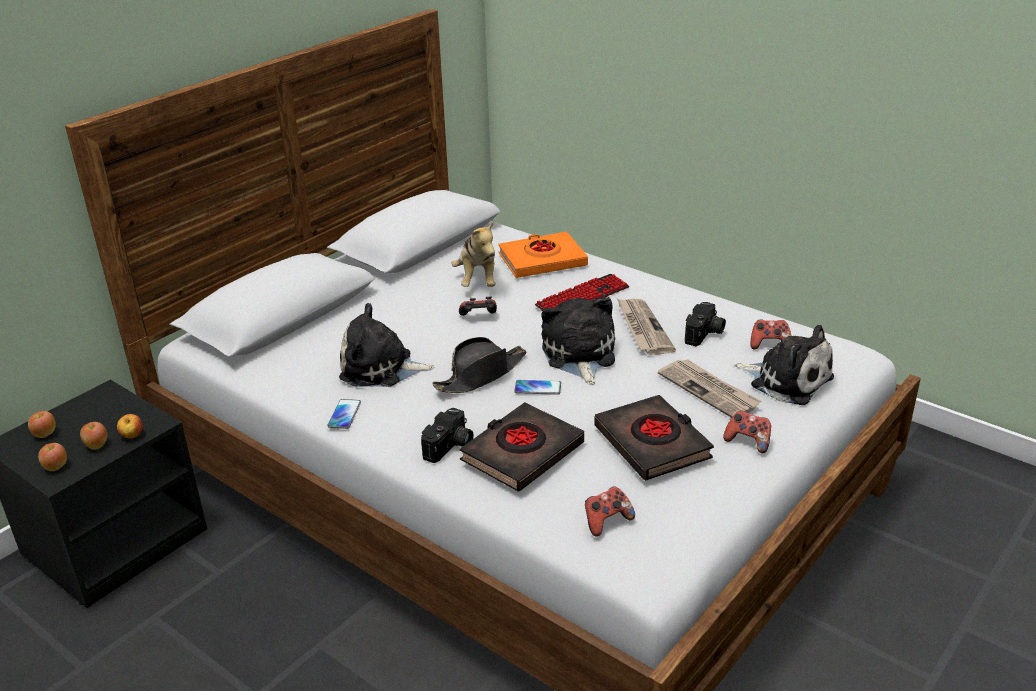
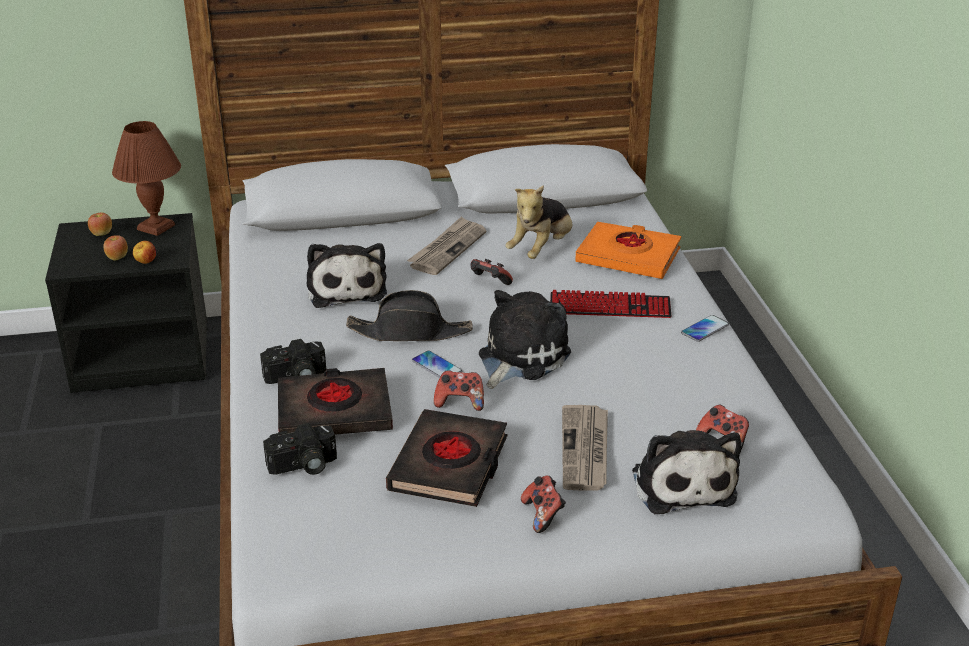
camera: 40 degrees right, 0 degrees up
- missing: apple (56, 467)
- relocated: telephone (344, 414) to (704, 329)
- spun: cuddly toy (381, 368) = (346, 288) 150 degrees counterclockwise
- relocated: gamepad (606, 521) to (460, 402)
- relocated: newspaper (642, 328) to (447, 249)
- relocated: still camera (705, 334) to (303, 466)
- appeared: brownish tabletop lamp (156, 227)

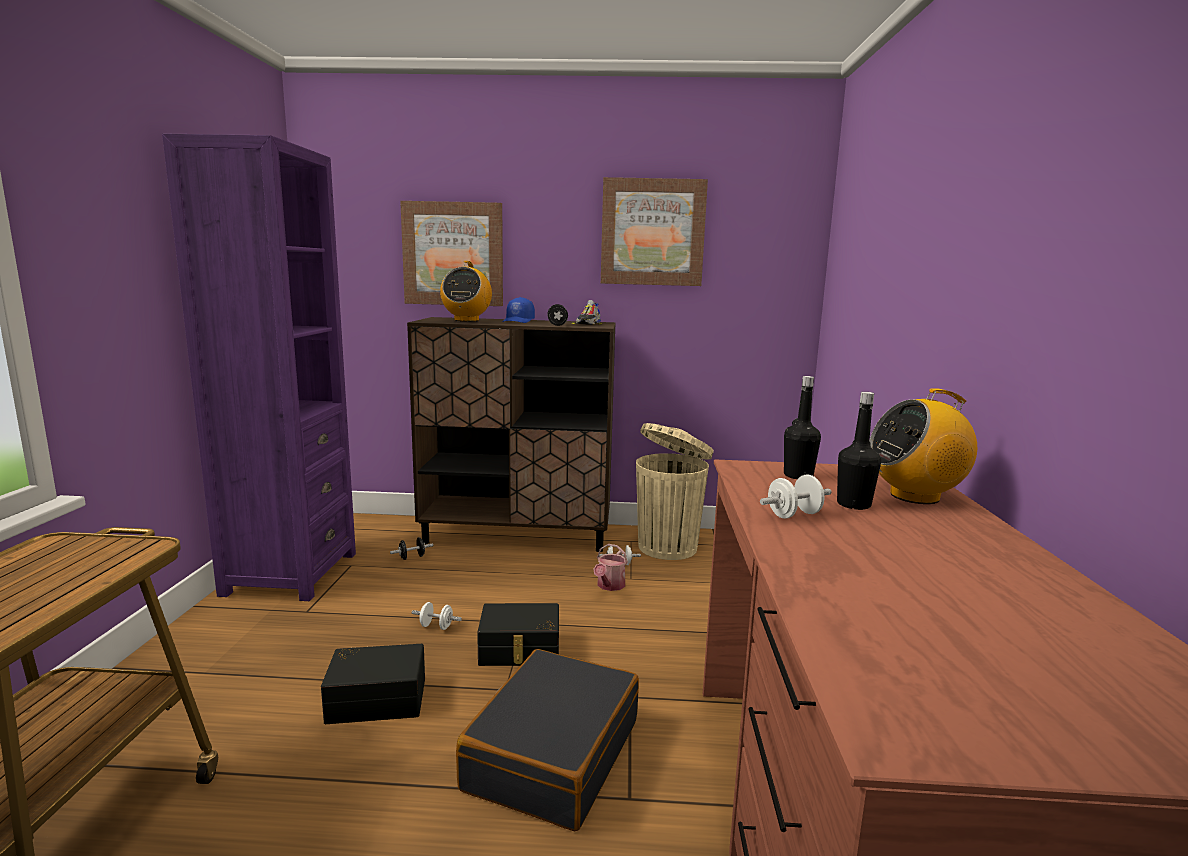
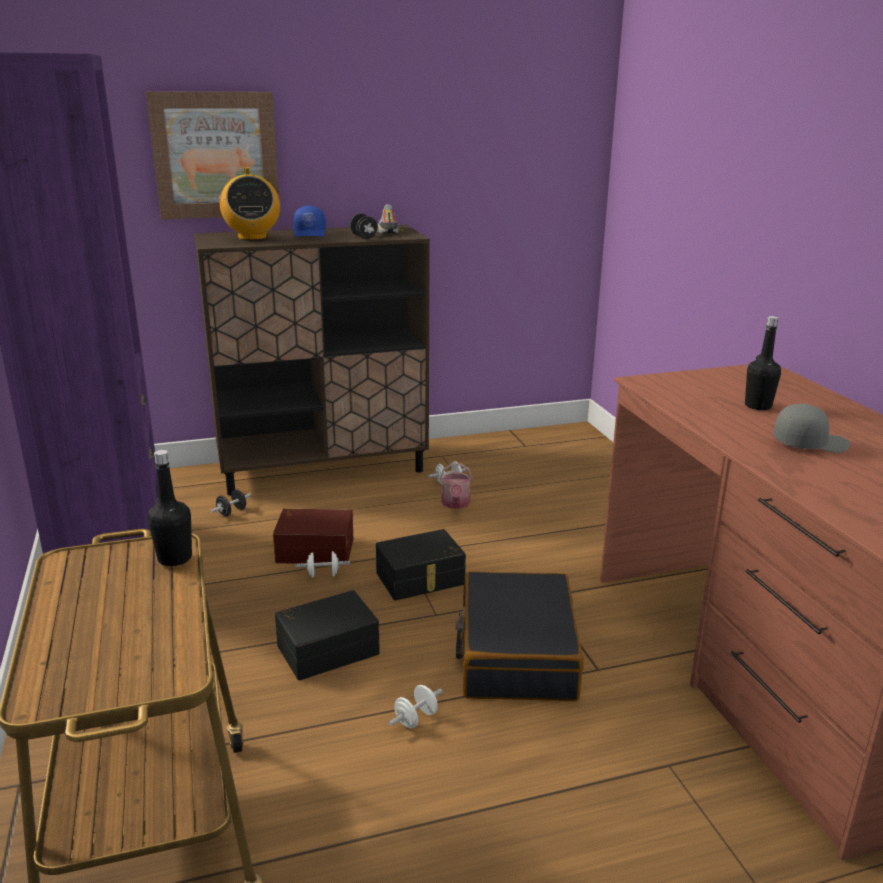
camera: 20 degrees left, 10 degrees up
- missing: wall art (652, 232)
- missing: beige waste bin (669, 547)
- relocated: white-coloured hand weight (794, 515) to (416, 719)
- relocated: black bottle (798, 476) to (175, 558)
- missing: radio (915, 496)
- appeared: brownish storage box (315, 549)
- appeared: gray cap (809, 443)

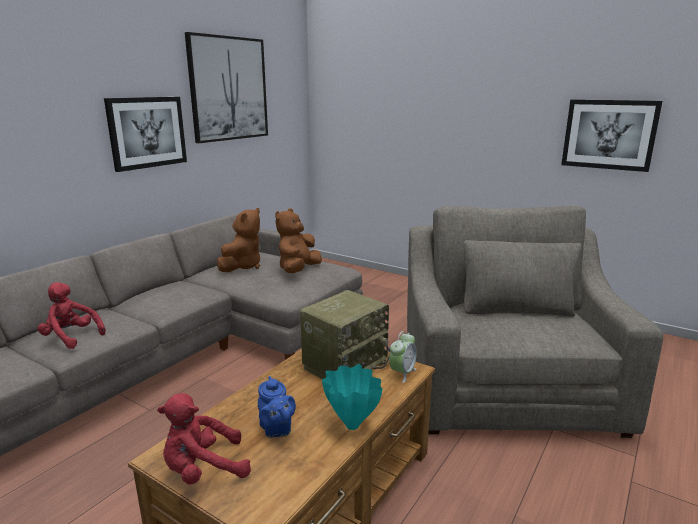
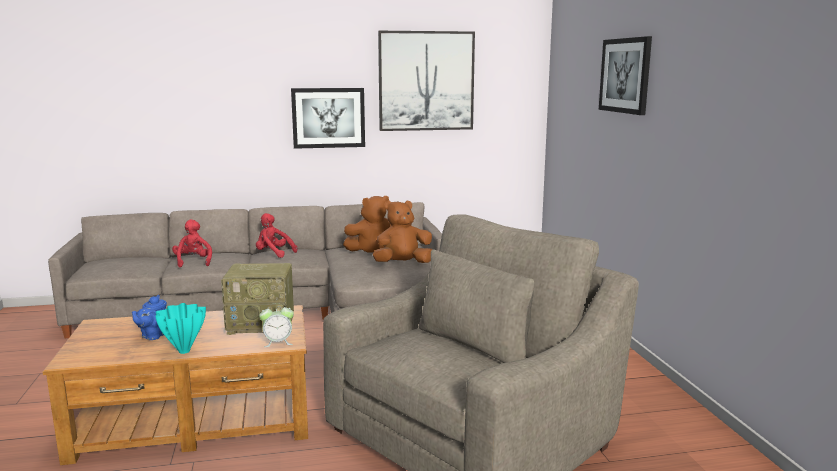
camera: 45 degrees right, 5 degrees down
- relocated: red-coloured cuddly toy (203, 470) to (273, 254)
- relocated: wall art (609, 134) to (625, 75)

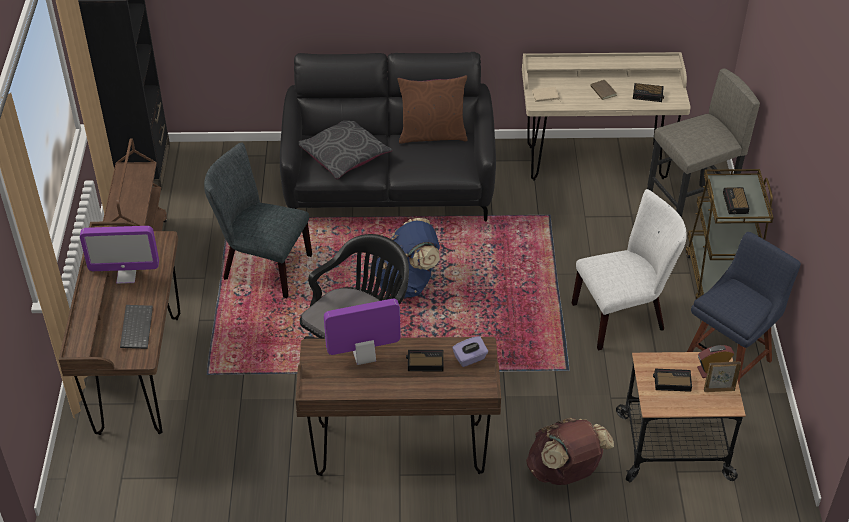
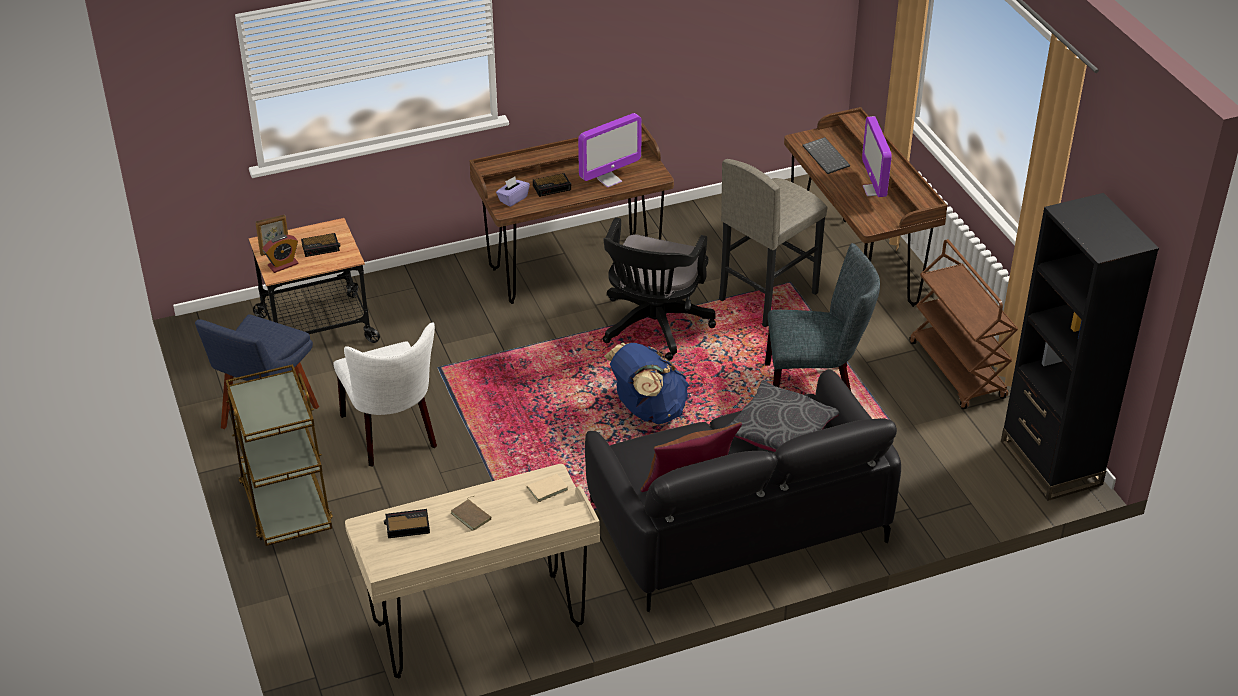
camera: 160 degrees right, 5 degrees down
- spun: computer screen (126, 276) = (874, 190) 75 degrees counterclockwise
- missing: brownish backpack (565, 472)
- spun: white-coloured plain chair (624, 316) = (392, 434) 75 degrees counterclockwise
- relocated: gray stool (689, 210) to (767, 296)
- missing: table clock (735, 203)

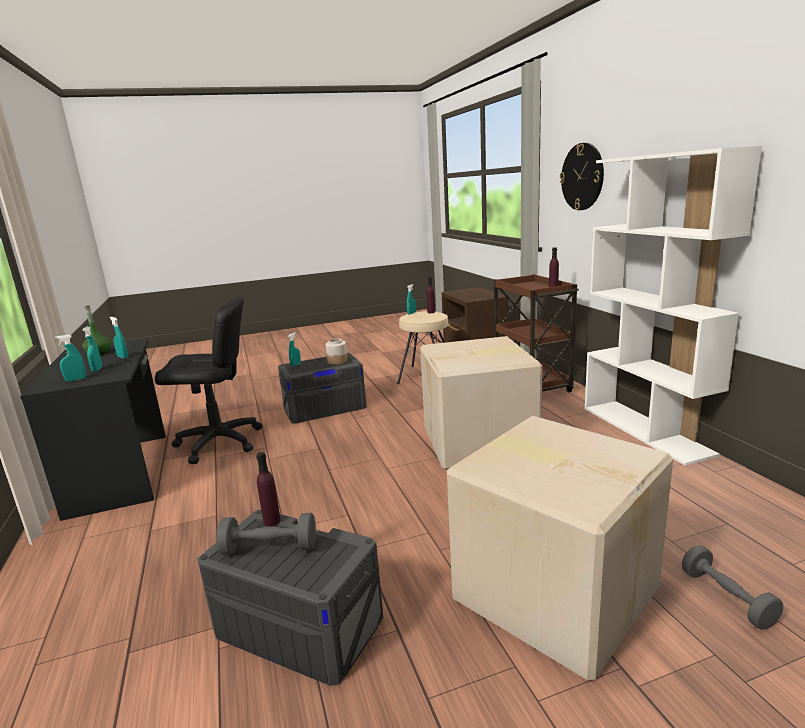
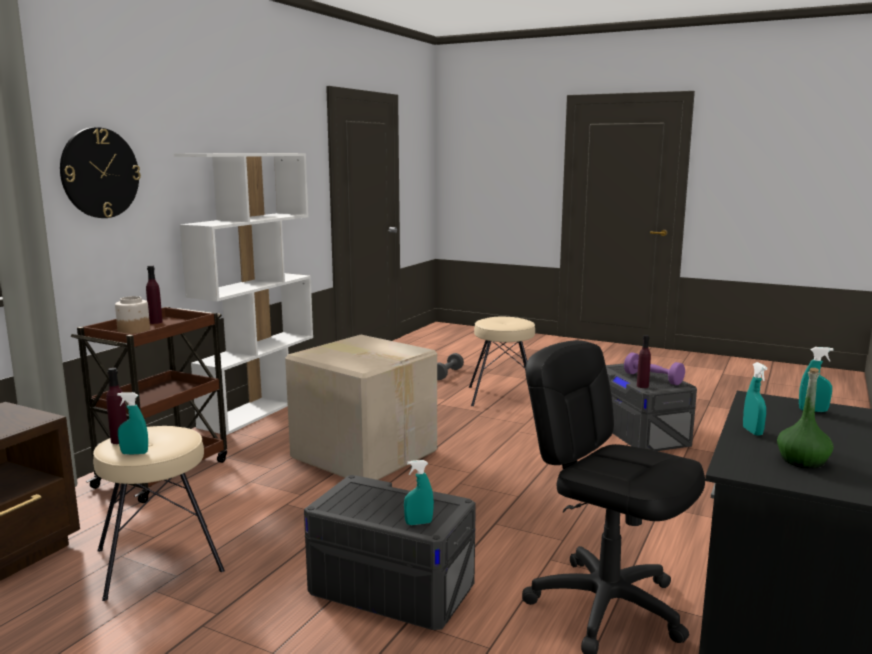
camera: 135 degrees left, 5 degrees down
- missing: turquoise-coloured hand sprayer (97, 369)
- colour: gray hand weight (269, 548) to purplish hand weight (653, 378)
- relocated: storage jar (337, 361) to (133, 330)
- exchanged: cardboard box (554, 590) to beige stool (502, 396)

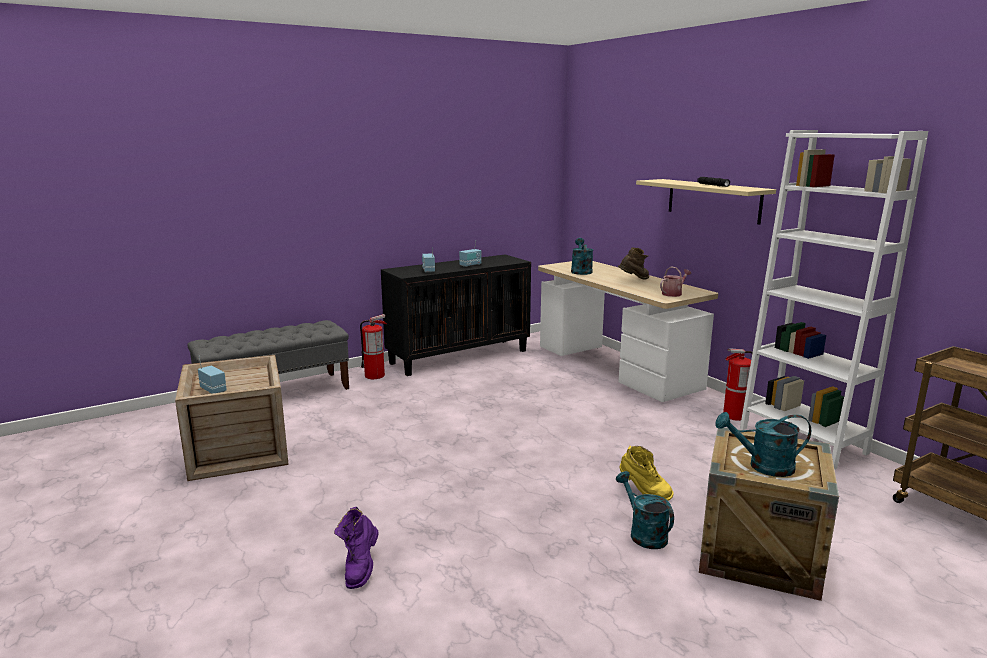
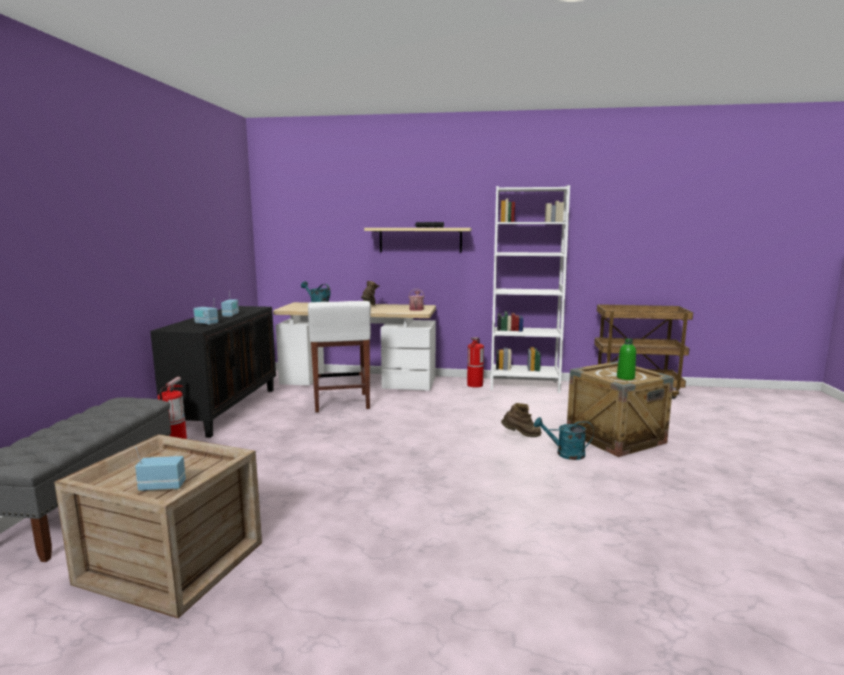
camera: 50 degrees left, 5 degrees down
- missing: purplish boot (360, 568)
- colour: yellow boot (644, 492) to brownish boot (521, 436)
- exchanged: turquoise-coloured watering can (763, 466) to green bottle (625, 377)
- appeared: white-coloured stool (341, 403)

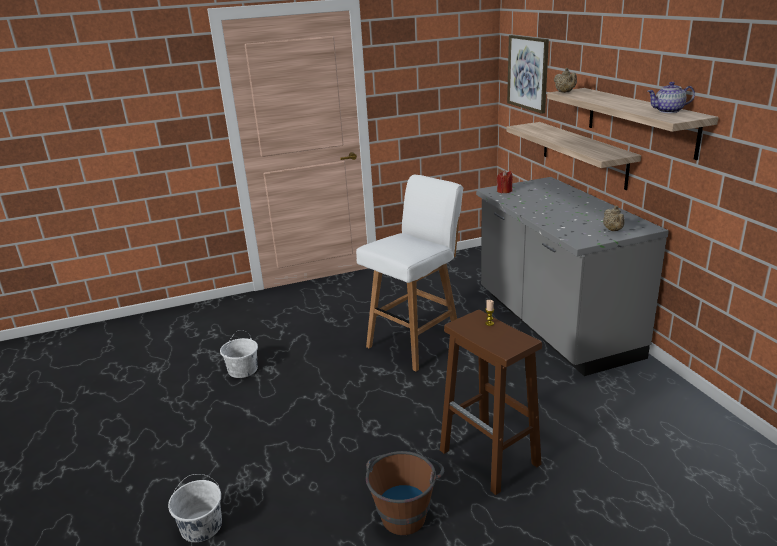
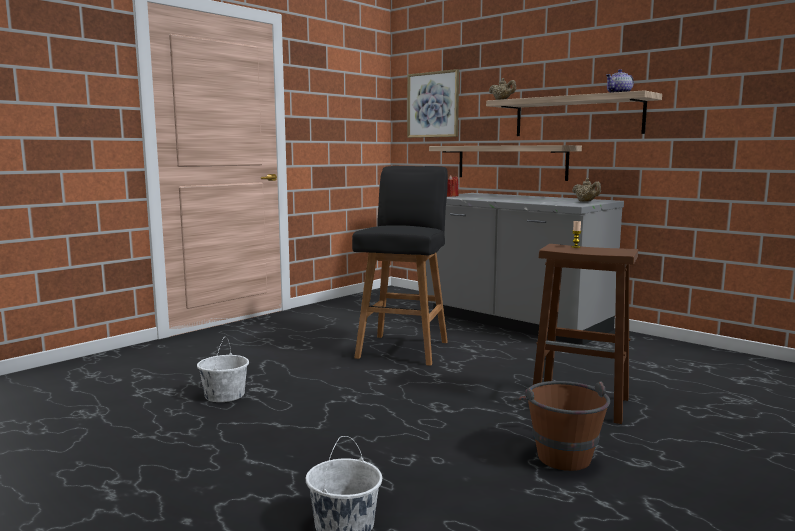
camera: 30 degrees left, 15 degrees down
- colour: white-coloured stool (416, 343) to black stool (404, 349)

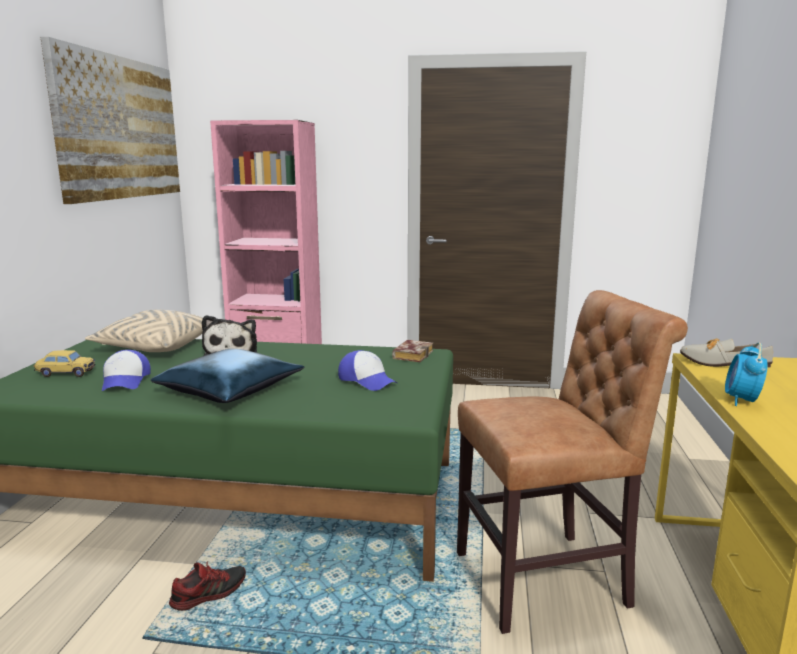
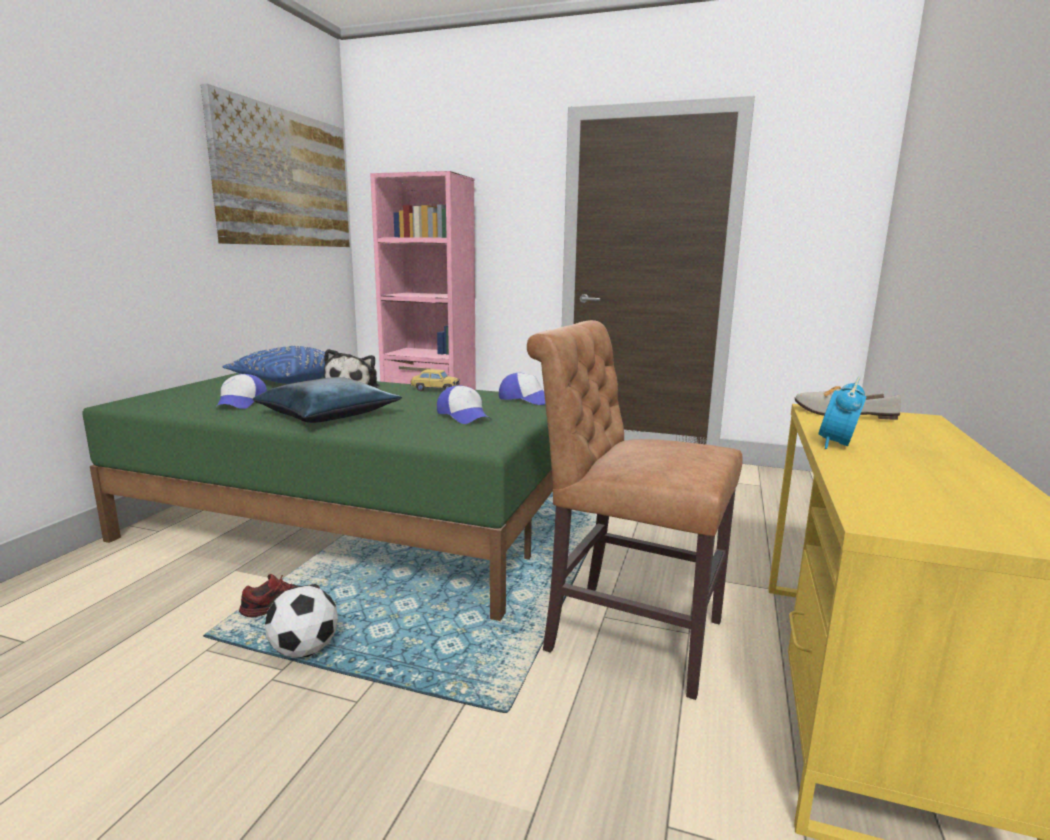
camera: 10 degrees right, 0 degrees up
- relocated: model car (66, 373) to (435, 390)
- colour: beige cushion (155, 347) to blue cushion (289, 381)
- exchanged: volume (412, 355) to cap (526, 399)
- spun: brownish plain chair (549, 578) = (624, 633) 150 degrees counterclockwise
- appeared: football ball (304, 650)

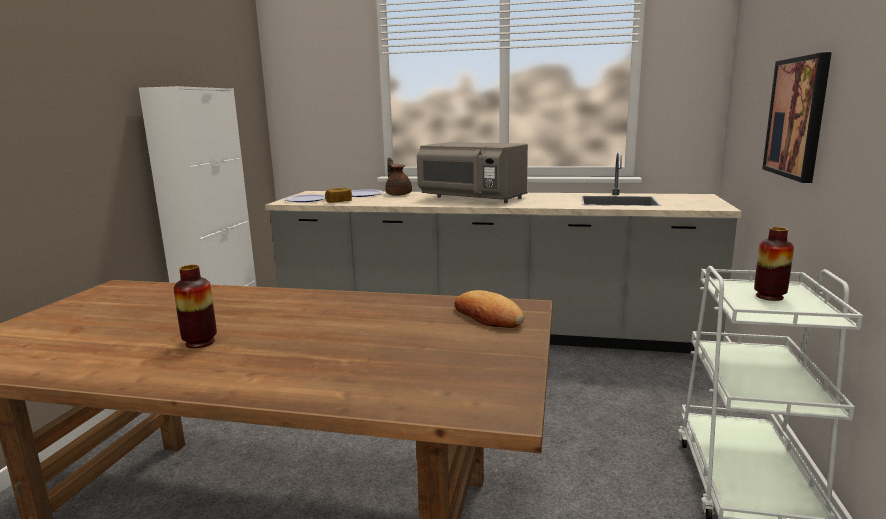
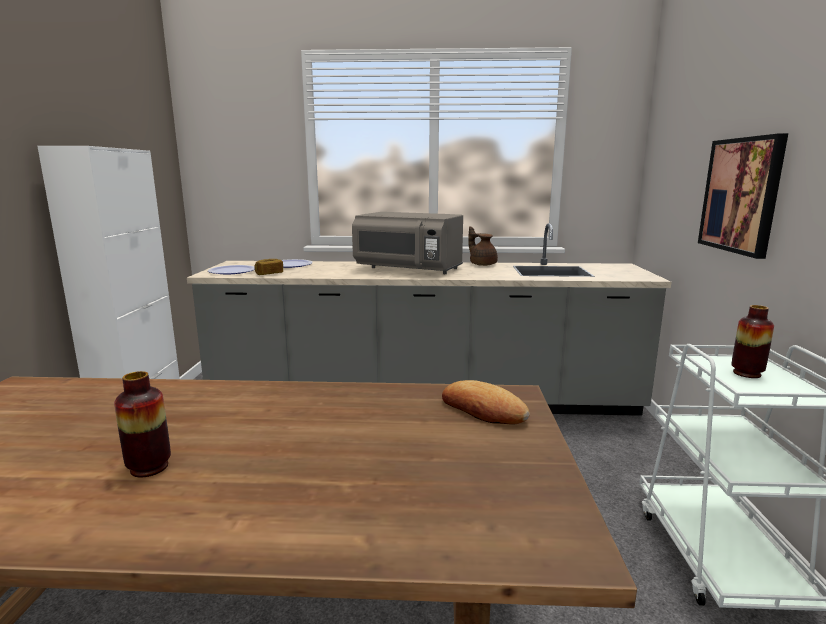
camera: 10 degrees left, 0 degrees up
- relocated: brownish tea pot (398, 194) to (482, 264)

